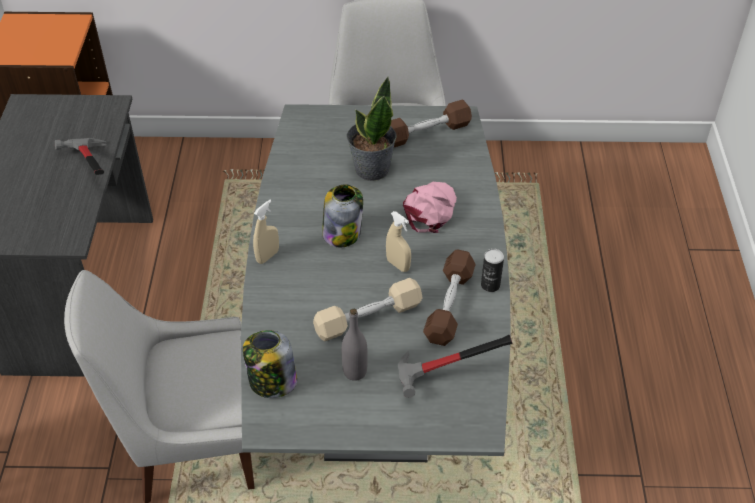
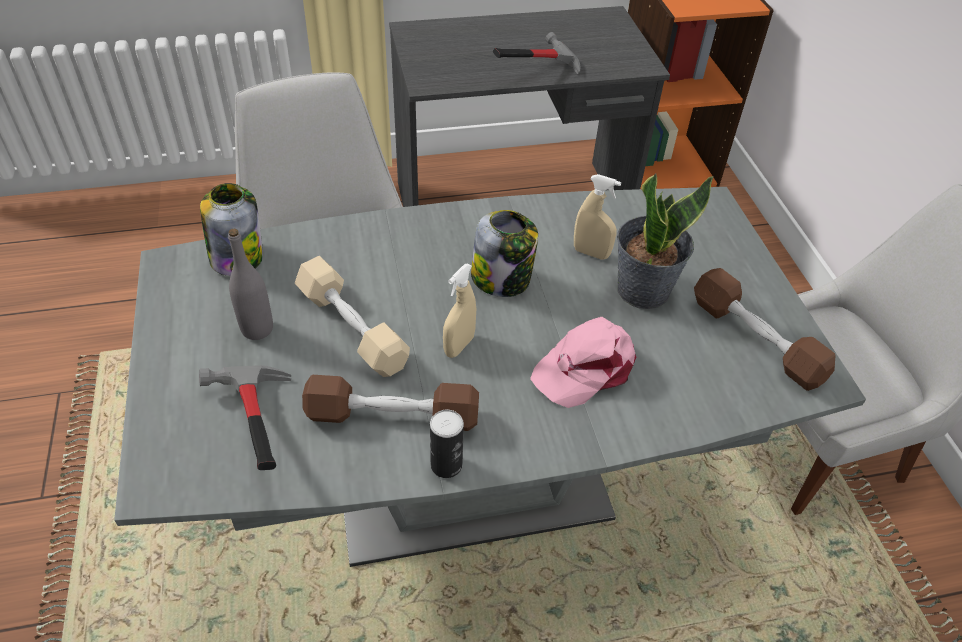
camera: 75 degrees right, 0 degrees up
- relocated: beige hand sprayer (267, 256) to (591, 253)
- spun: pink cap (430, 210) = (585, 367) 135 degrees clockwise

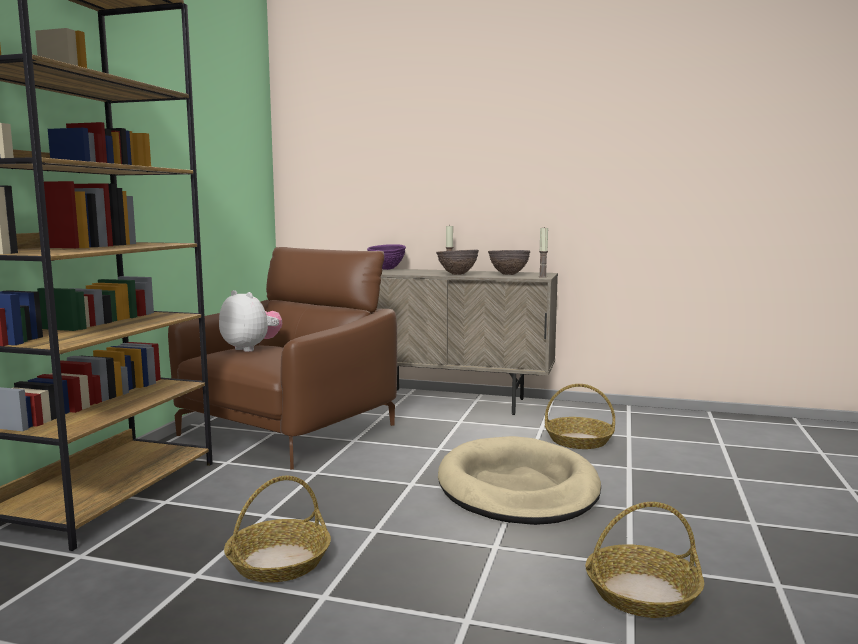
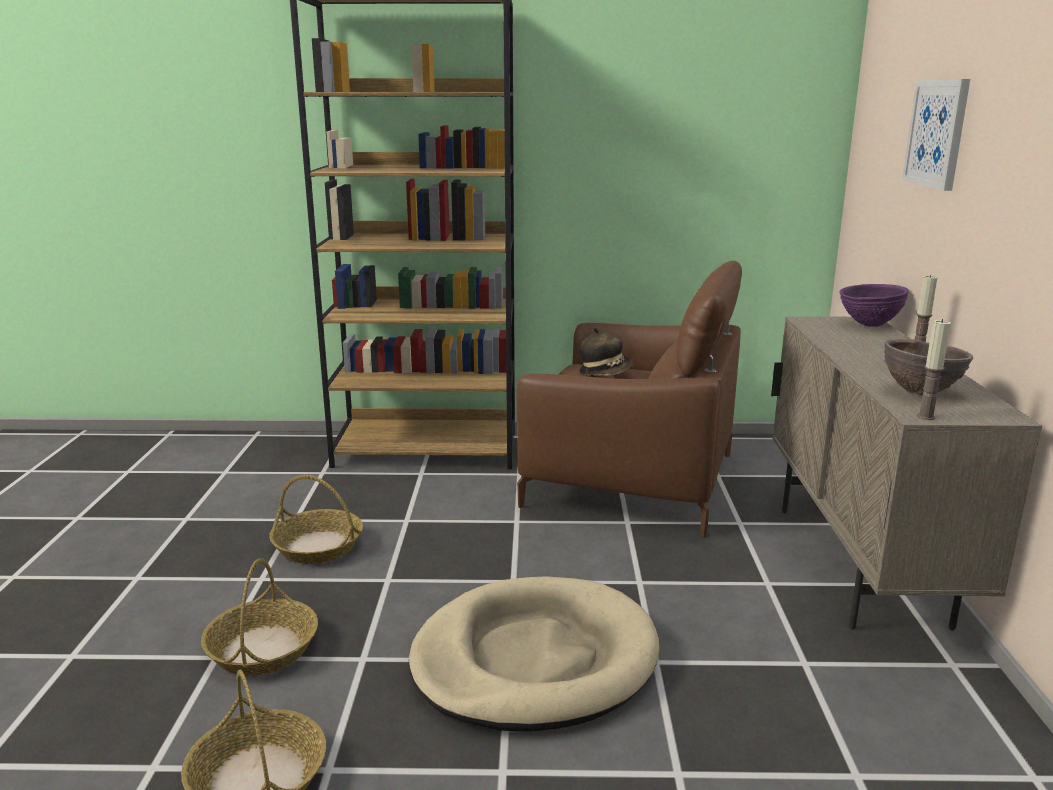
camera: 75 degrees right, 10 degrees up
- exchanged: cuddly toy (251, 348) to clothing hat (605, 373)
- missing: brownish bowl (457, 274)
- relocated: storage basket (579, 440) to (263, 649)
- appeared: wall art (937, 133)

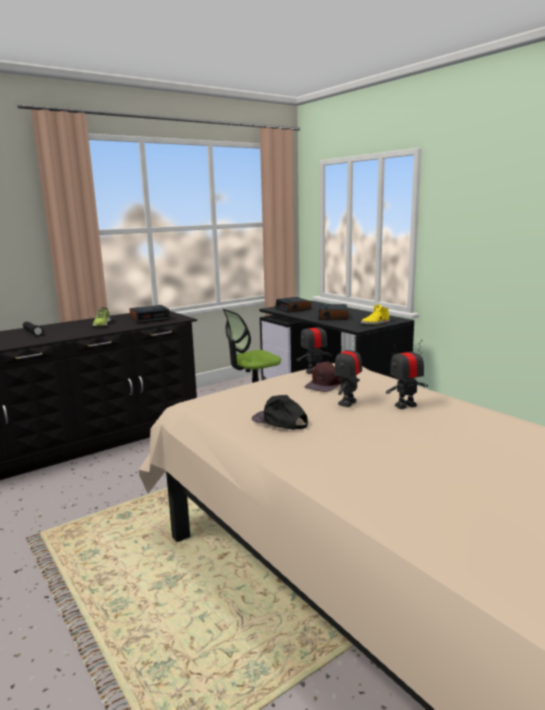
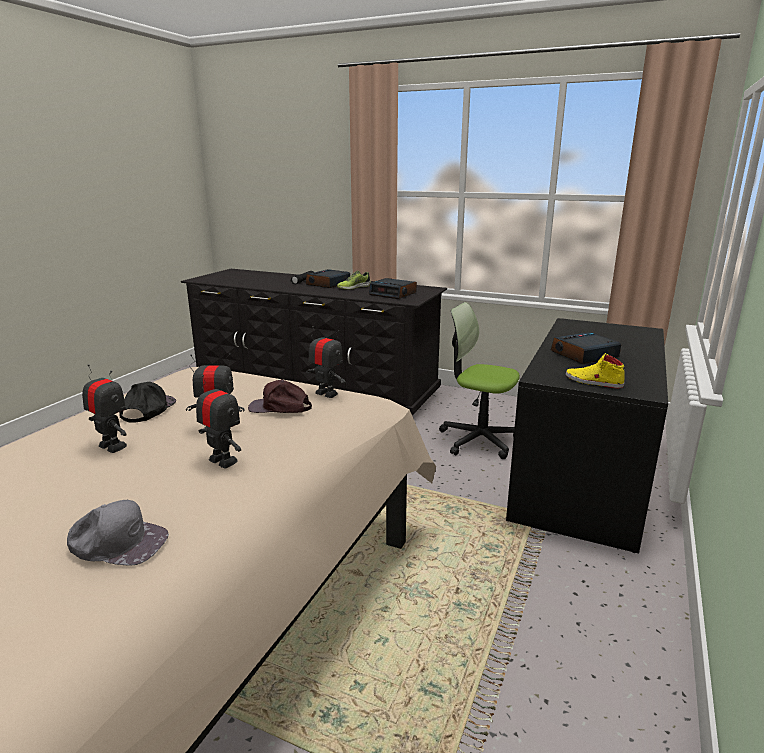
camera: 60 degrees right, 5 degrees up
- relocated: table clock (293, 309) to (328, 284)
- appeared: gray cap (118, 543)
- appeared: robot figure (112, 446)

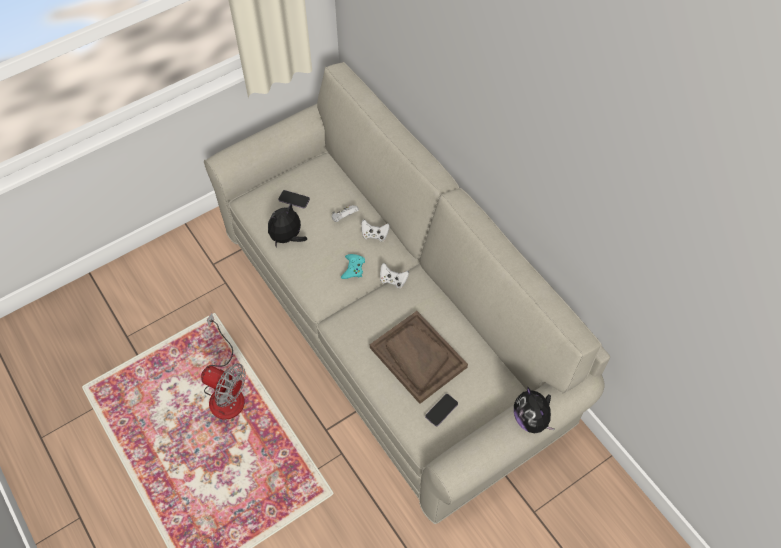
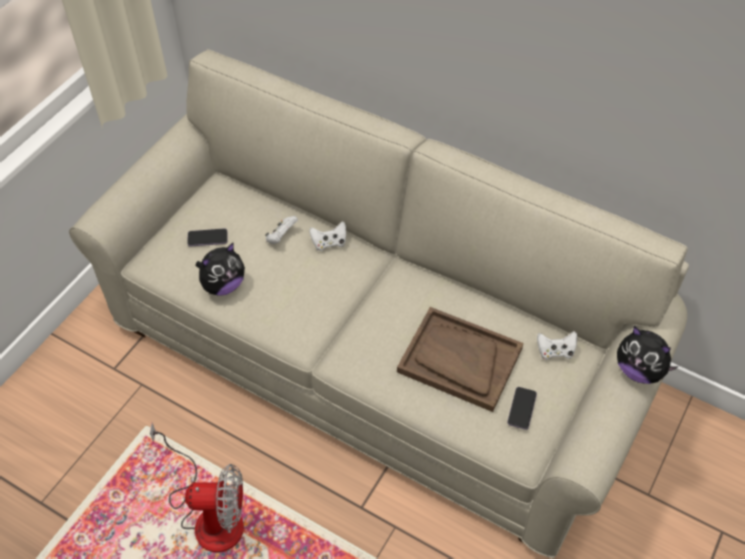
camera: 25 degrees left, 5 degrees down
- spun: cuddly toy (287, 238) = (223, 285) 150 degrees counterclockwise
- missing: turquoise-coloured gamepad (353, 268)
- relocated: white-coloured gamepad (393, 280) to (555, 351)

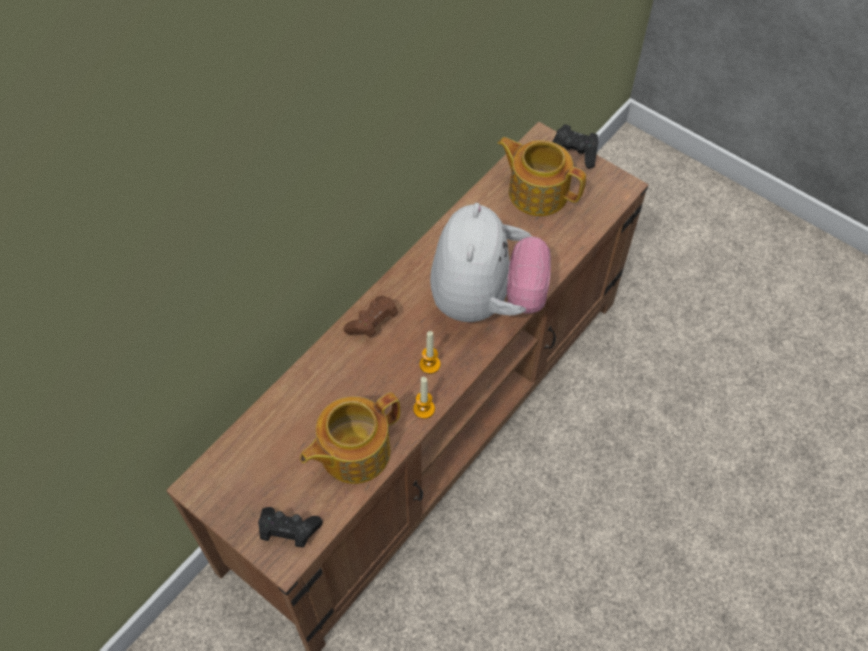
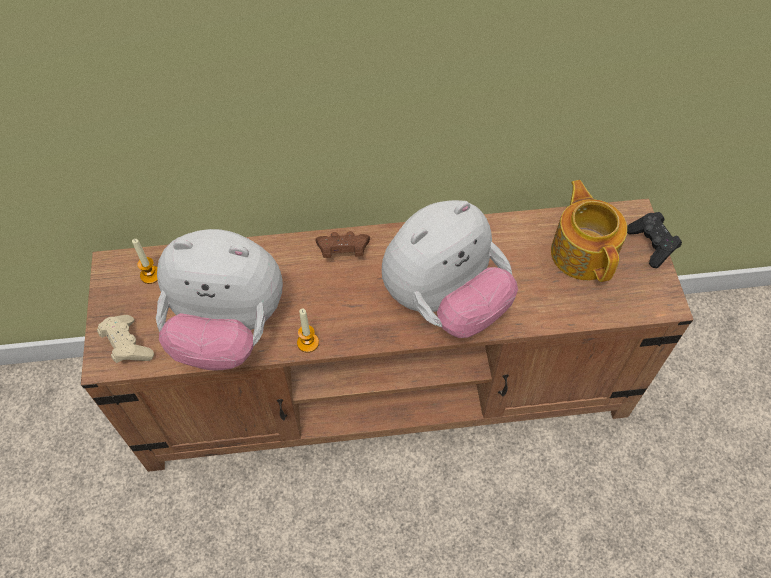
camera: 45 degrees right, 0 degrees up
- colour: black gamepad (288, 531) to beige gamepad (127, 345)
- exchanged: tea pot (353, 451) to cuddly toy (227, 329)
- relocated: candle (429, 364) to (150, 275)

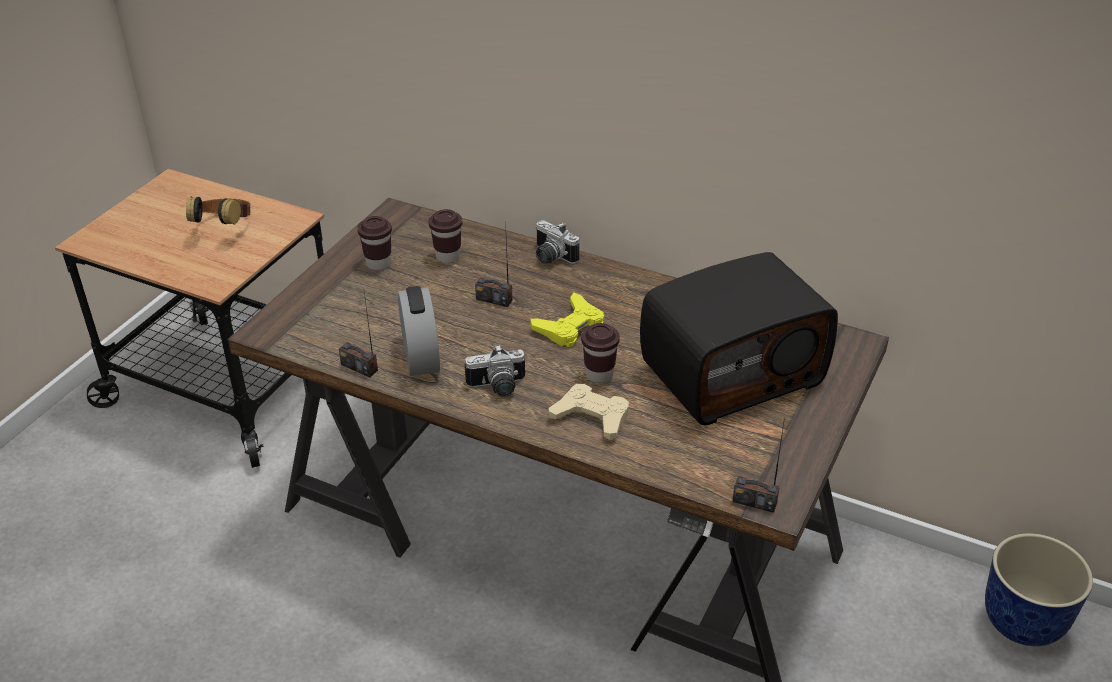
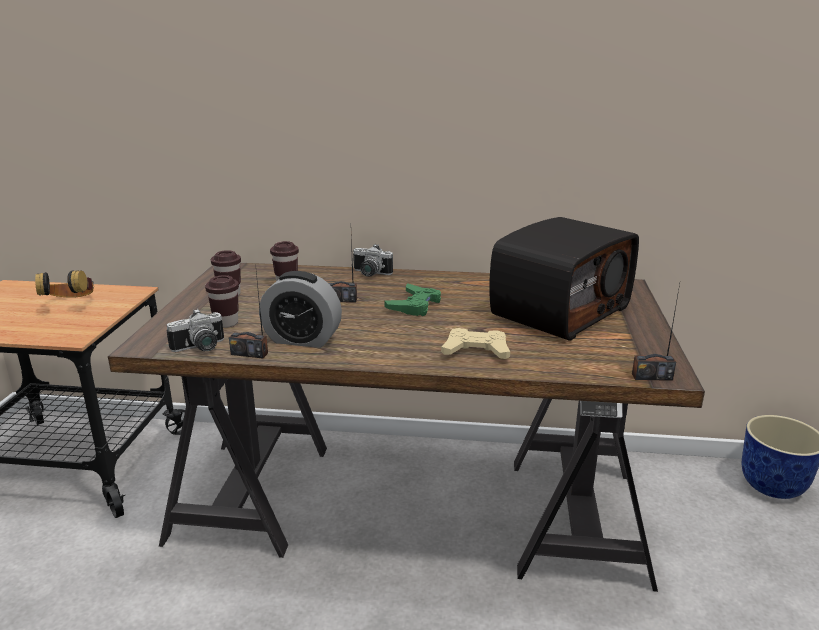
camera: 20 degrees left, 15 degrees down
- spun: table clock (421, 357) = (302, 339) 135 degrees clockwise
- relocated: still camera (497, 387) to (200, 348)
- colour: yellow gamepad (570, 326) to green gamepad (414, 305)
- relocated: brownish cup (599, 375) to (226, 323)

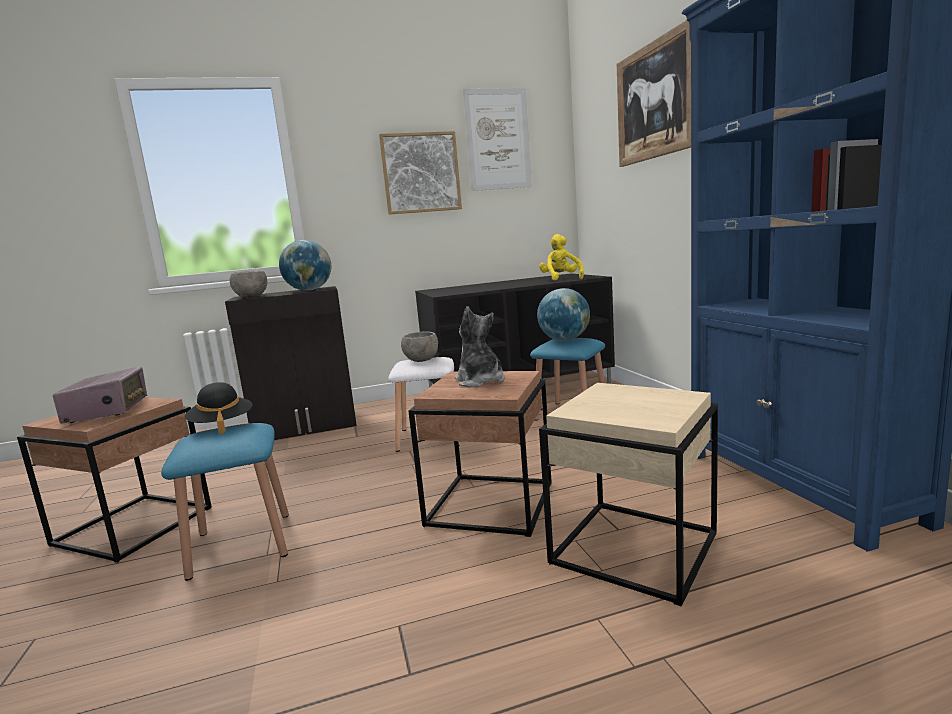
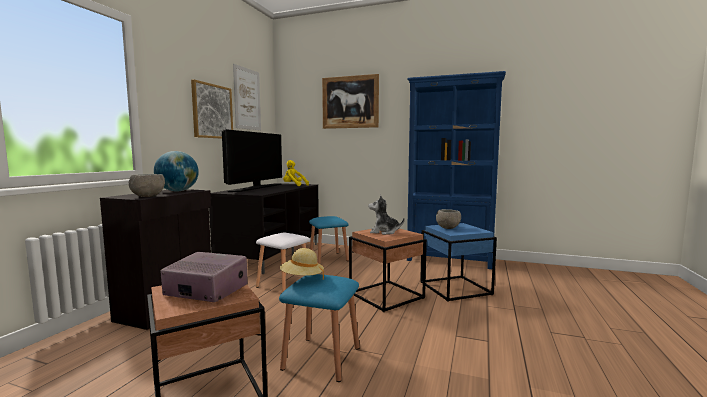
camera: 55 degrees left, 5 degrees down
- colour: black clothing hat (222, 425) to beige clothing hat (302, 278)
- relocated: gray bowl (422, 360) to (447, 228)
- missing: desk globe (564, 340)
- colour: beige accent table (632, 549) to blue accent table (455, 289)
- appeared: television (256, 188)

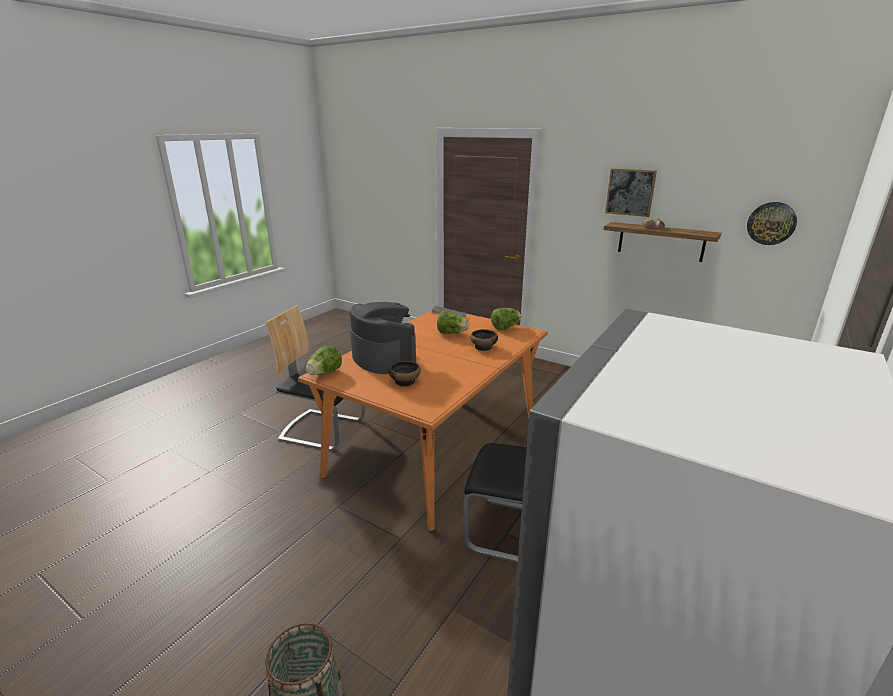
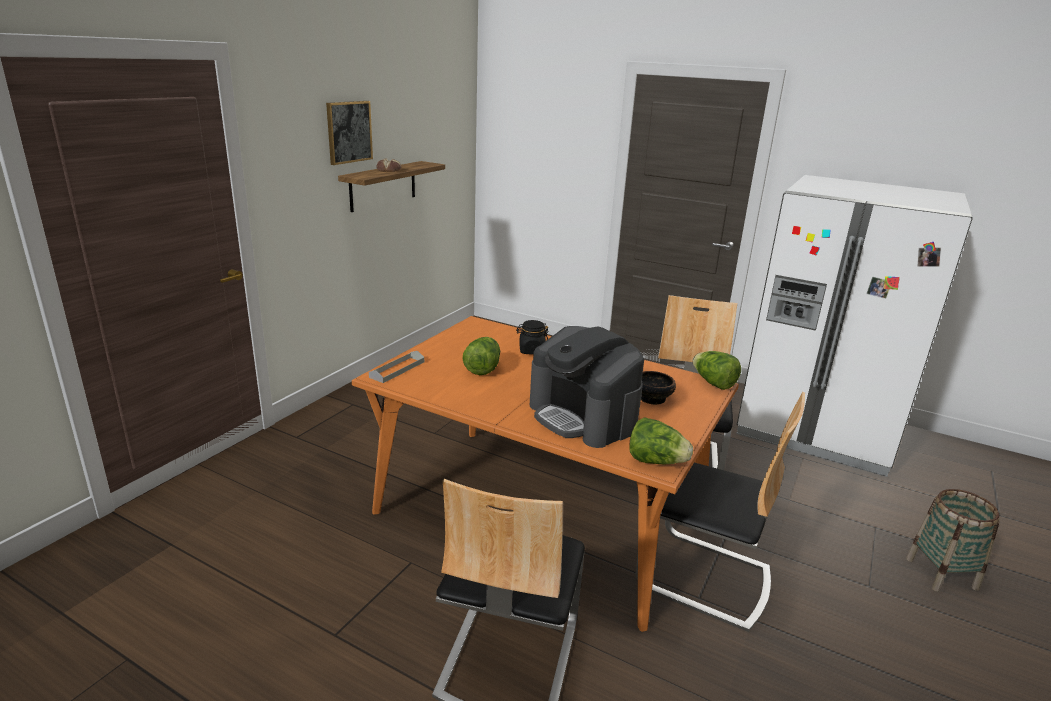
camera: 95 degrees left, 0 degrees up
- spun: coffee brewer (383, 357) = (583, 417) 90 degrees counterclockwise
- exchanged: bowl (483, 347) to black storage jar (531, 350)
- relocated: head of lettuce (505, 328) to (713, 383)
- missing: wall clock (771, 223)
- appeared: plain chair (704, 577)

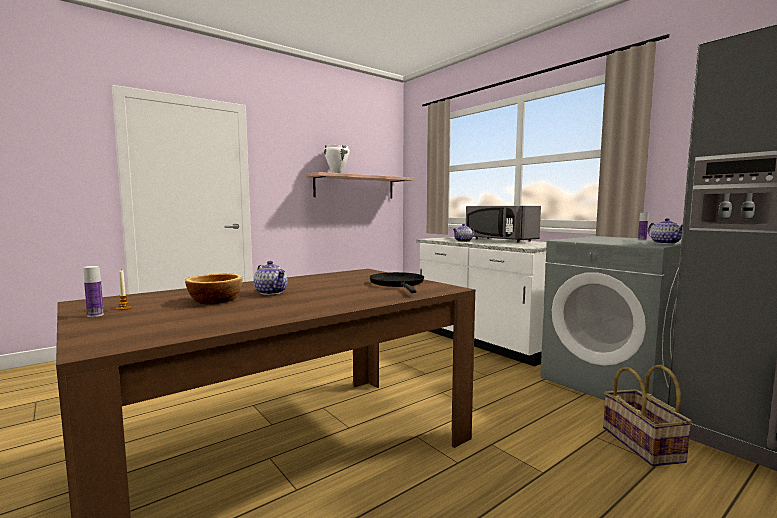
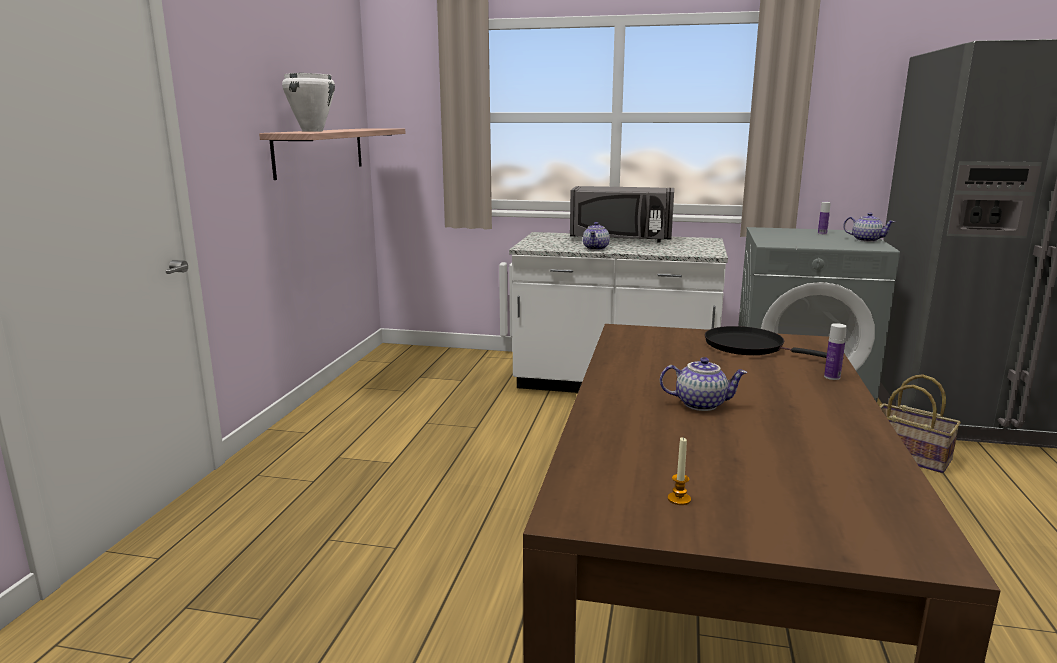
camera: 40 degrees left, 10 degrees up
- relocated: bottle (95, 315) to (832, 377)
- missing: bowl (215, 300)

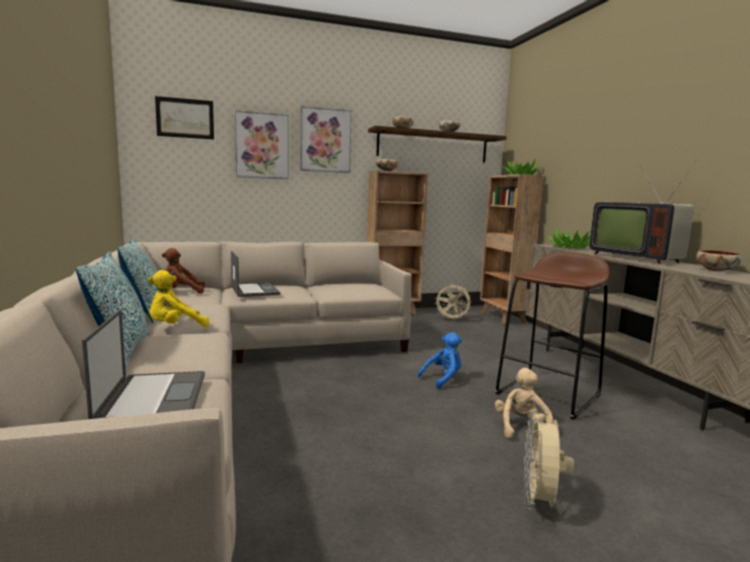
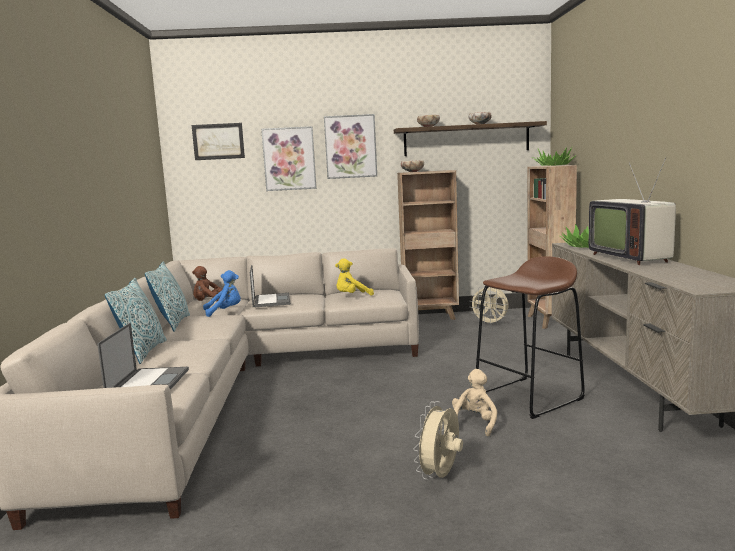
camera: 15 degrees right, 0 degrees up
- relocated: yellow cuddly toy (176, 327) to (352, 296)
- relocated: blue cuddly toy (443, 379) to (225, 311)
- missing: bowl (715, 270)

